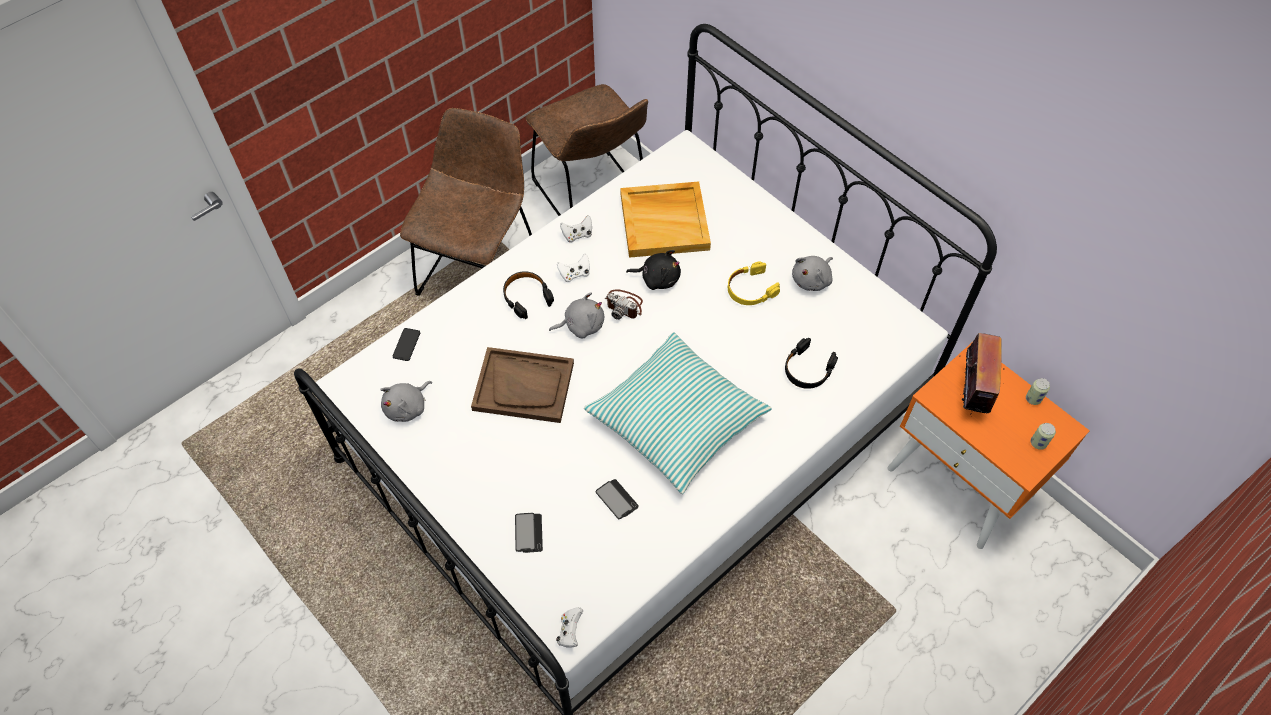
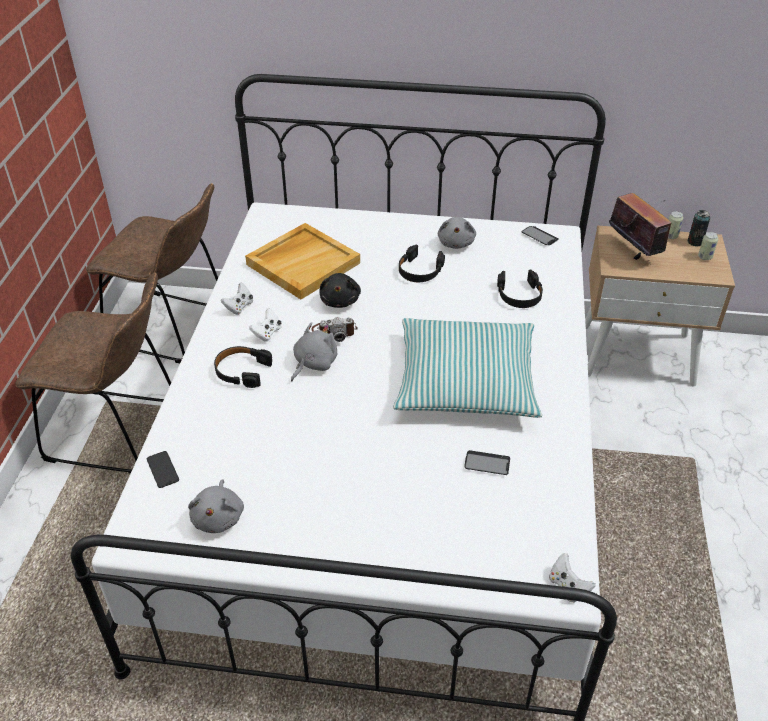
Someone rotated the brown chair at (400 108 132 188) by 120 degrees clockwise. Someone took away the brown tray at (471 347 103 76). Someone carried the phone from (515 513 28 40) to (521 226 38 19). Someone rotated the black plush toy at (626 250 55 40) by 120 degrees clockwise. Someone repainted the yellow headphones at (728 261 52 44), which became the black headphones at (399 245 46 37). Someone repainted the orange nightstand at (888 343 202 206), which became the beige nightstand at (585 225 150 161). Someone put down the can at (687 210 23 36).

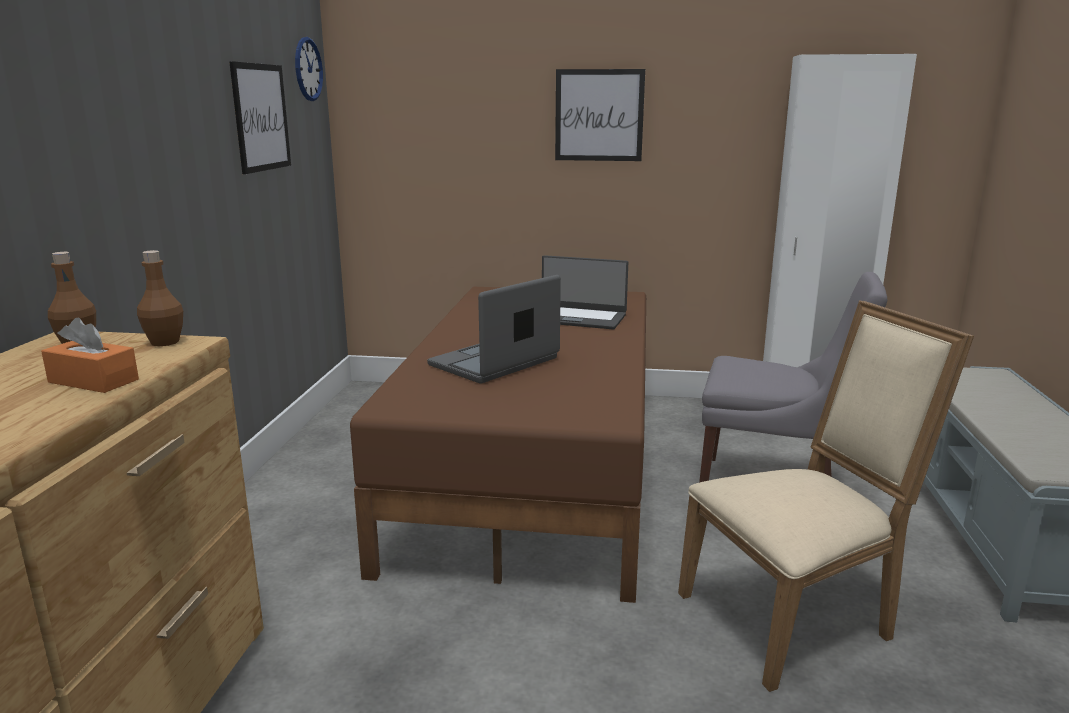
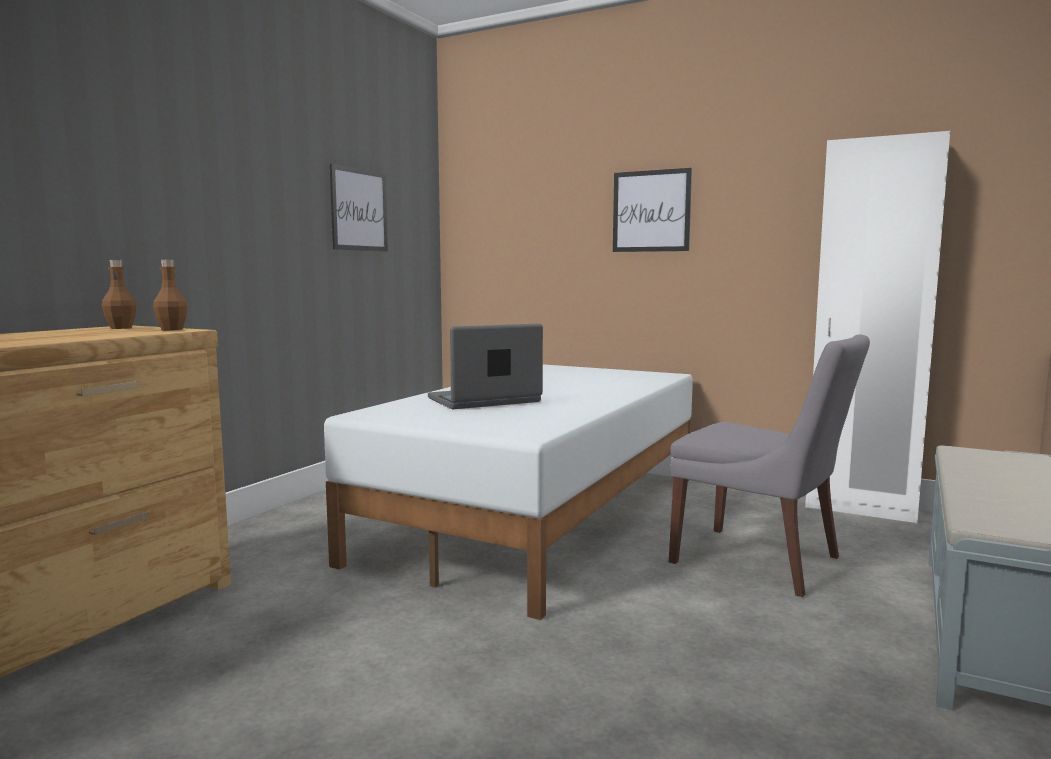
Someone took away the orange tissue box at (41 317 98 76). Someone took away the wall clock at (295 37 28 64). Someone repainted the brown bed at (350 287 296 316), which became the white bed at (324 364 369 256). Someone took away the laptop at (542 255 86 74). Someone took away the beige chair at (678 300 296 392).

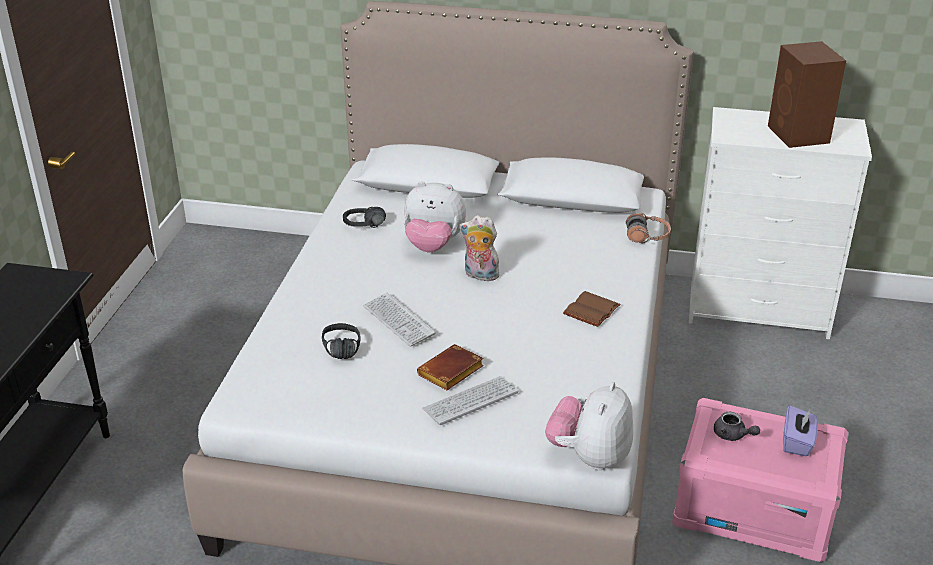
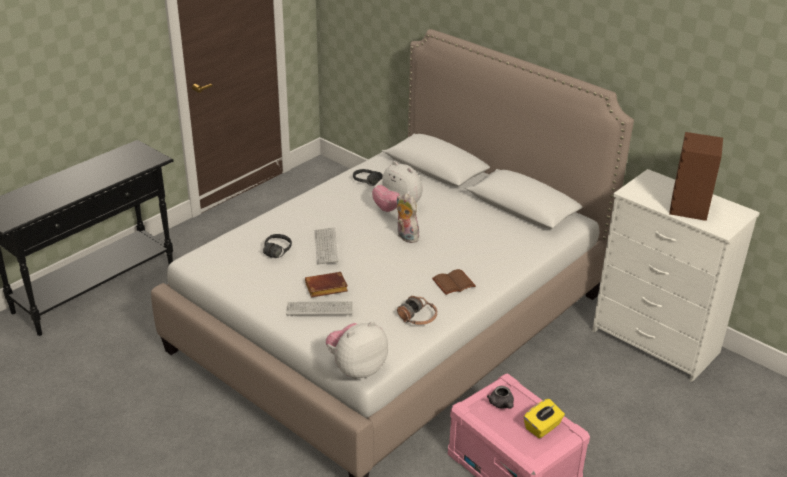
Someone carried the headphones from (626 213 45 30) to (397 296 40 29). Someone repainted the purple tissue box at (783 405 35 51), which became the yellow tissue box at (524 399 41 39).

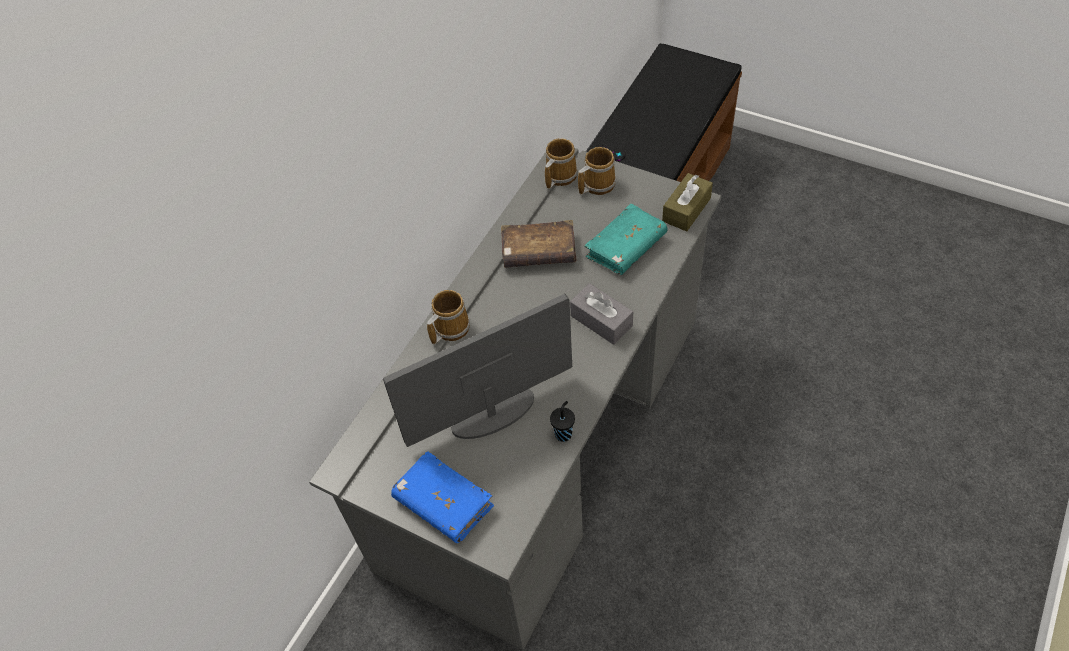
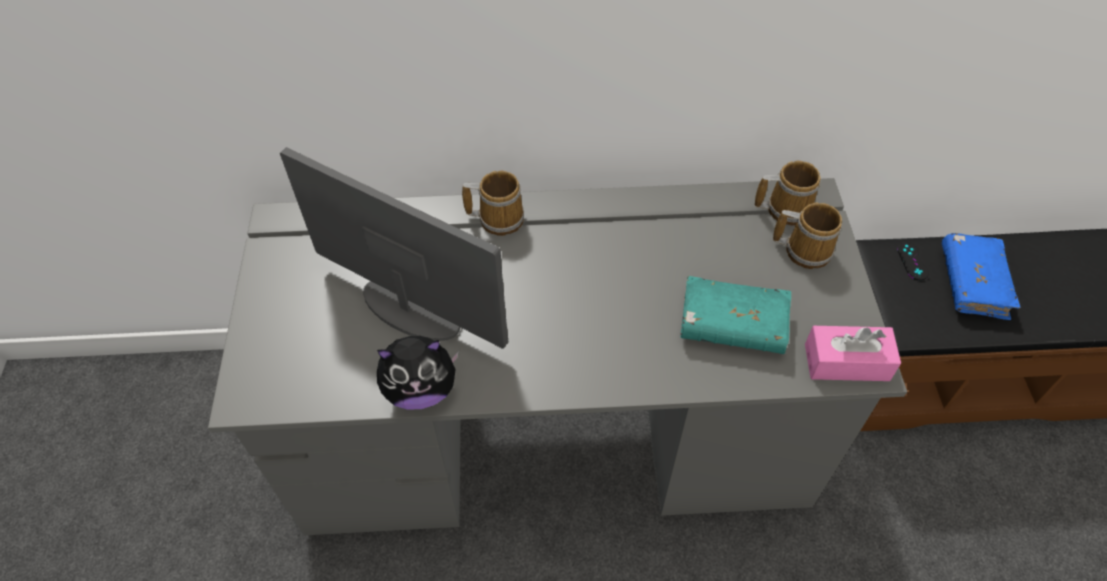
Someone carried the blue book from (391 451 103 92) to (942 233 79 87). Someone took away the brown book at (501 220 75 48). Someone swapped the black cup at (550 401 25 41) for the plush toy at (377 336 82 74). Someone took away the grey tissue box at (570 283 63 62). Someone repainted the brown tissue box at (662 173 51 59), which became the pink tissue box at (805 326 96 55).

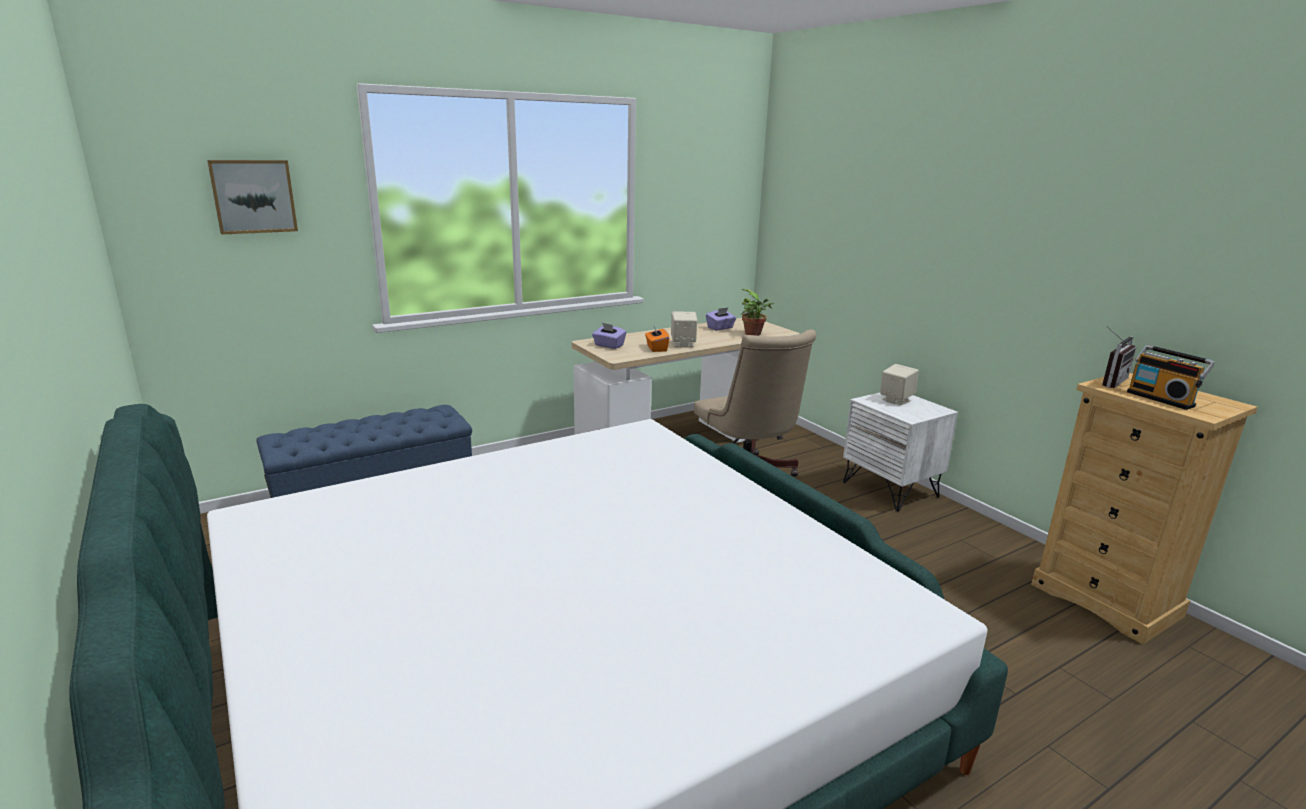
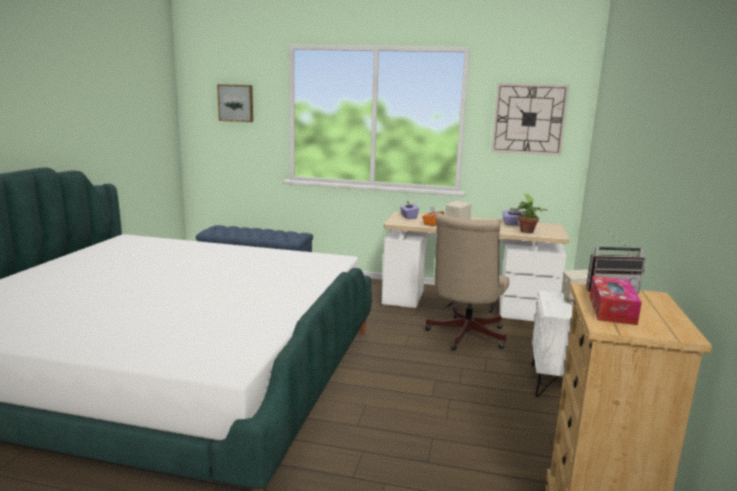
Someone swapped the radio at (1127 345 88 65) for the tissue box at (589 276 53 49). Someone put up the wall clock at (491 83 78 73).

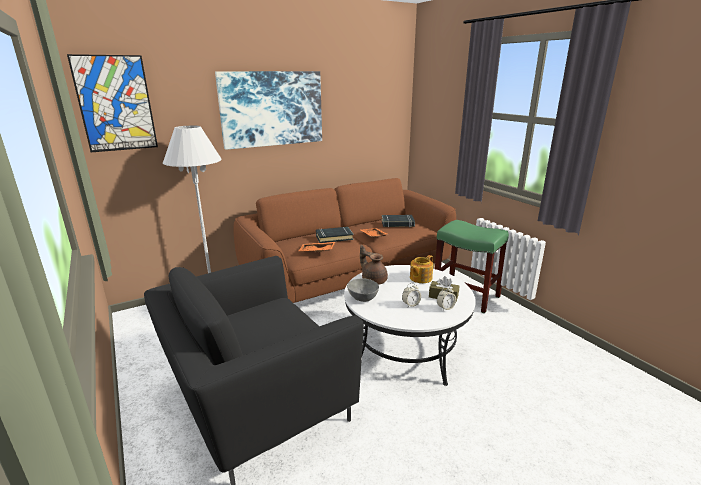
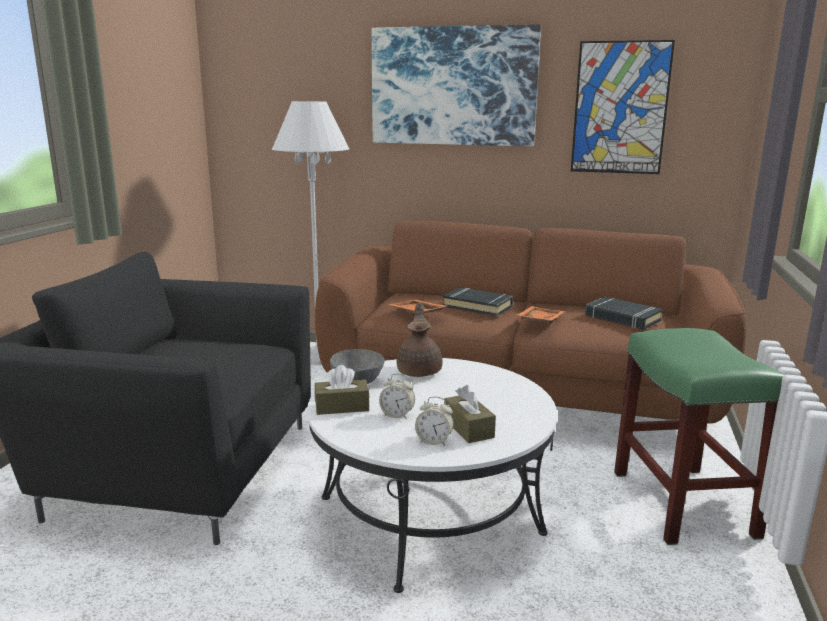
Someone carried the picture from (67 54 91 98) to (571 40 104 134). Someone took away the teapot at (410 255 23 28). Someone put down the brown tissue box at (315 365 55 50).

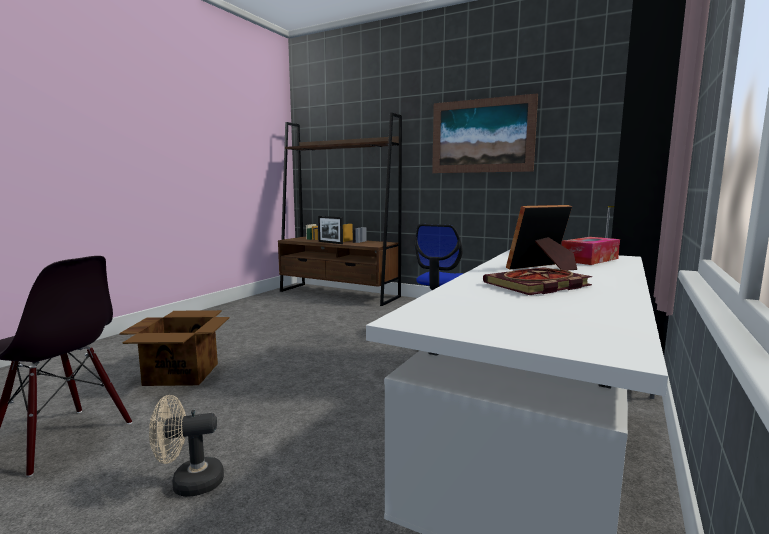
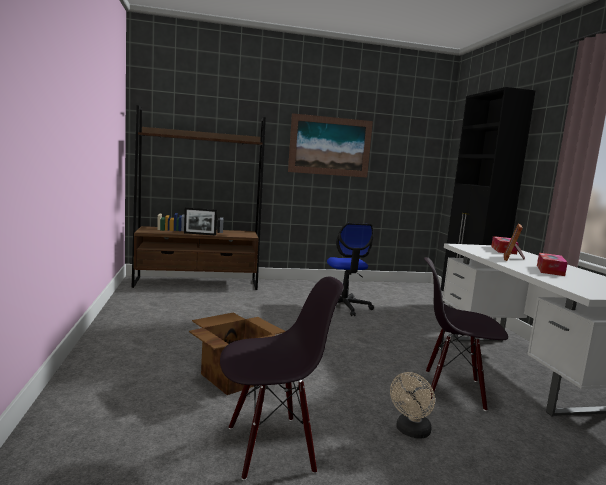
Someone swapped the book at (483 267 110 28) for the tissue box at (537 253 31 23). Someone put down the black chair at (424 257 84 154).

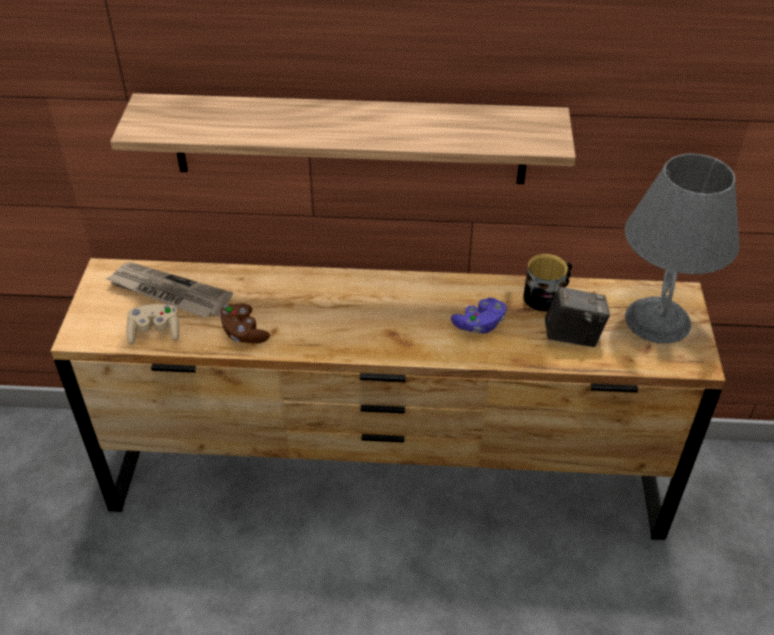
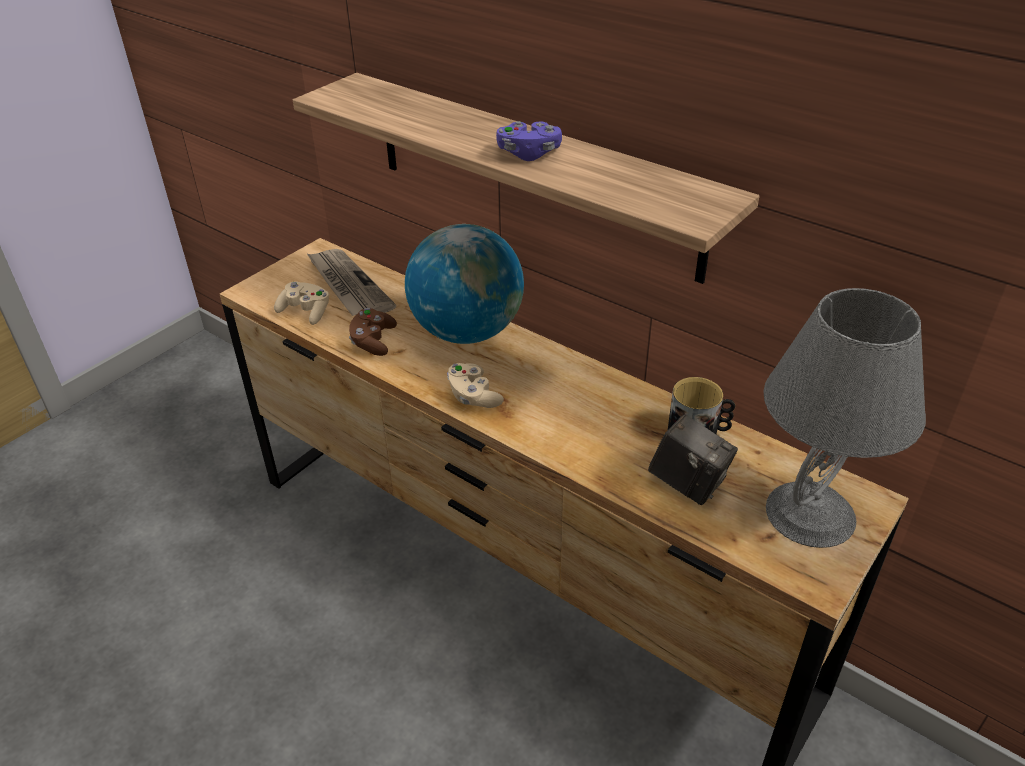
Someone carried the purple game controller from (451 298 56 35) to (496 121 66 40). Someone put down the globe at (405 224 119 120). Someone put down the beige game controller at (447 363 57 45).

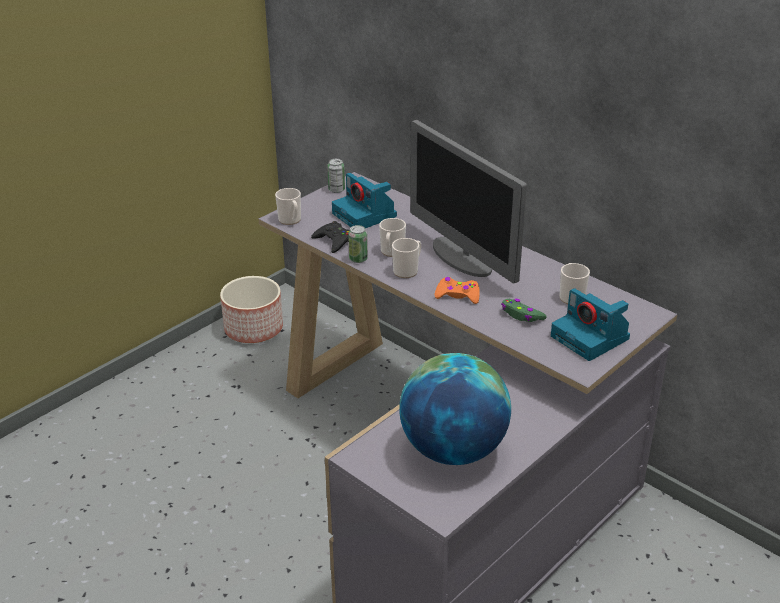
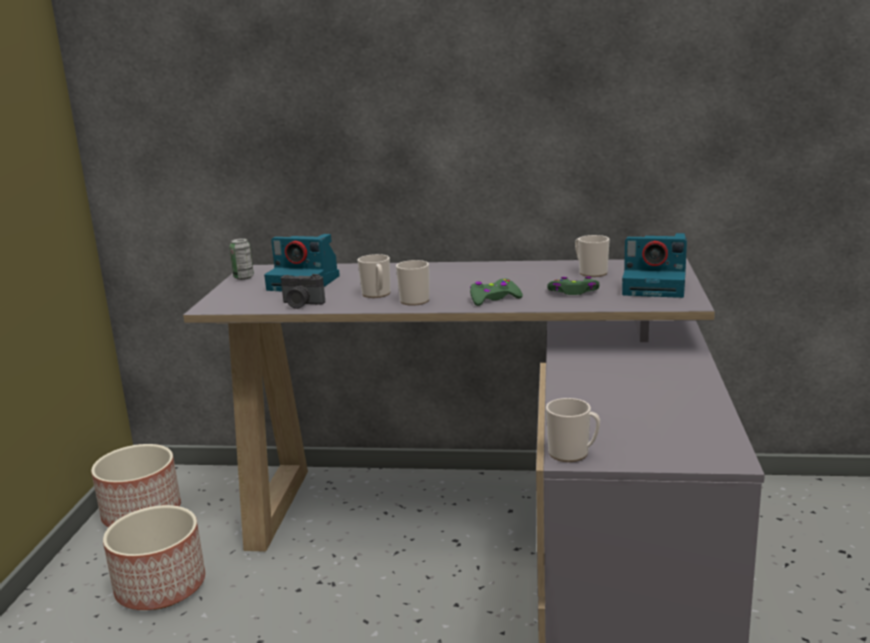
Someone carried the mug from (275 188 26 37) to (546 398 54 64). Someone swapped the black game controller at (311 221 39 32) for the photo camera at (281 274 44 35). Someone took away the can at (348 225 20 38). Someone took away the globe at (399 353 112 112). Someone took away the monitor at (410 120 117 164). Someone repainted the orange game controller at (435 277 45 27), which became the green game controller at (470 279 53 27). Someone put down the planter at (103 505 102 105).

